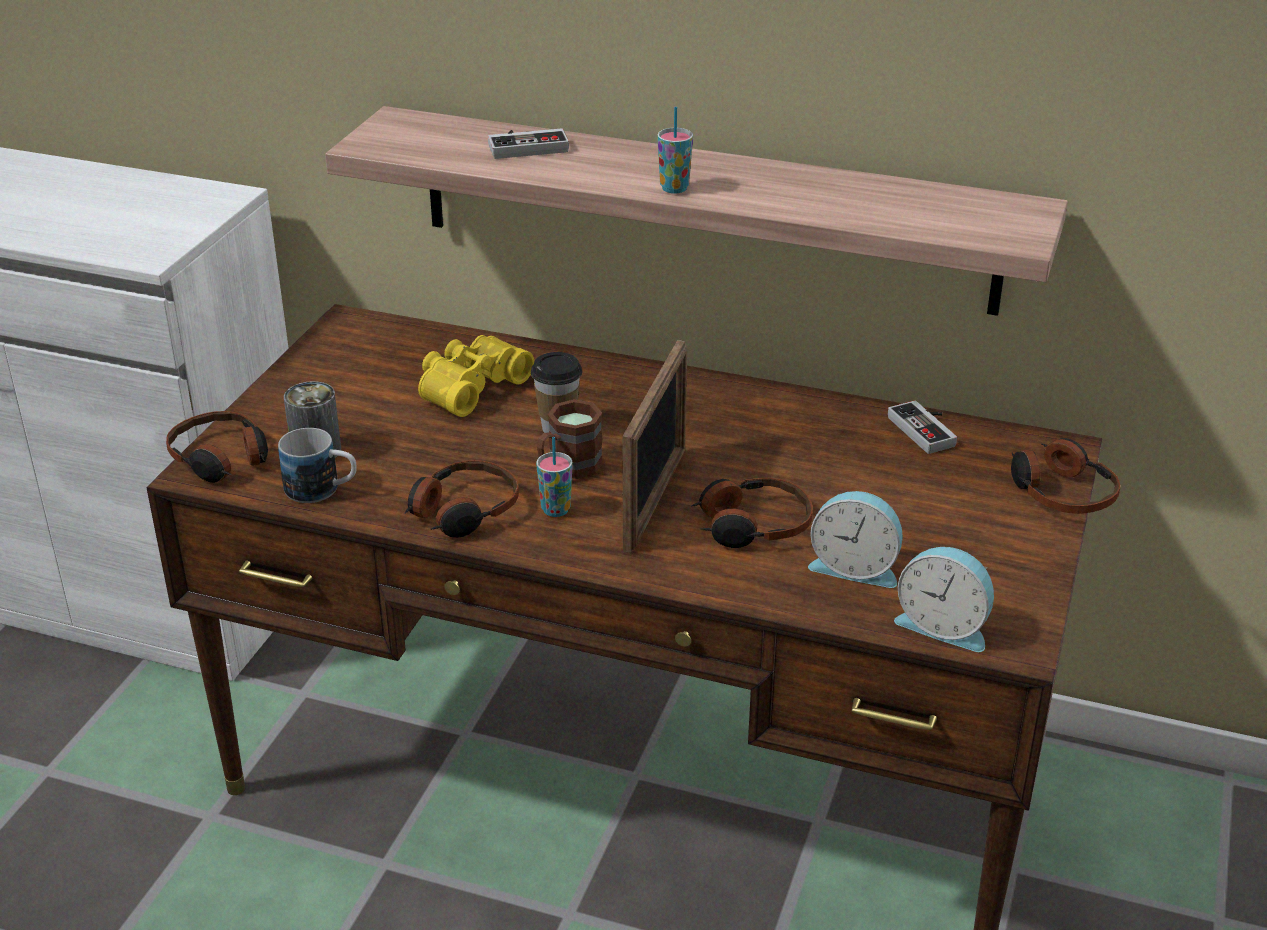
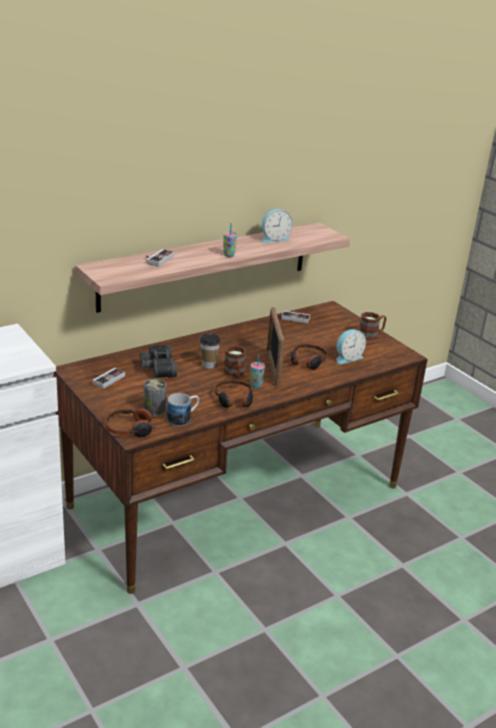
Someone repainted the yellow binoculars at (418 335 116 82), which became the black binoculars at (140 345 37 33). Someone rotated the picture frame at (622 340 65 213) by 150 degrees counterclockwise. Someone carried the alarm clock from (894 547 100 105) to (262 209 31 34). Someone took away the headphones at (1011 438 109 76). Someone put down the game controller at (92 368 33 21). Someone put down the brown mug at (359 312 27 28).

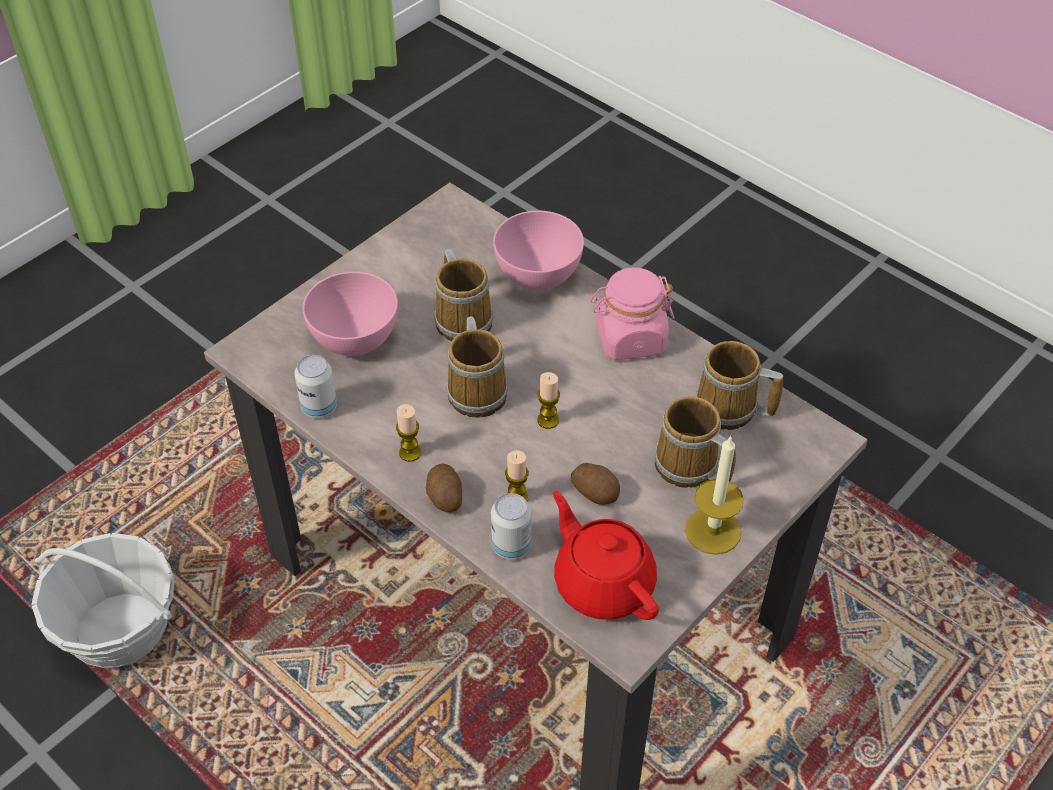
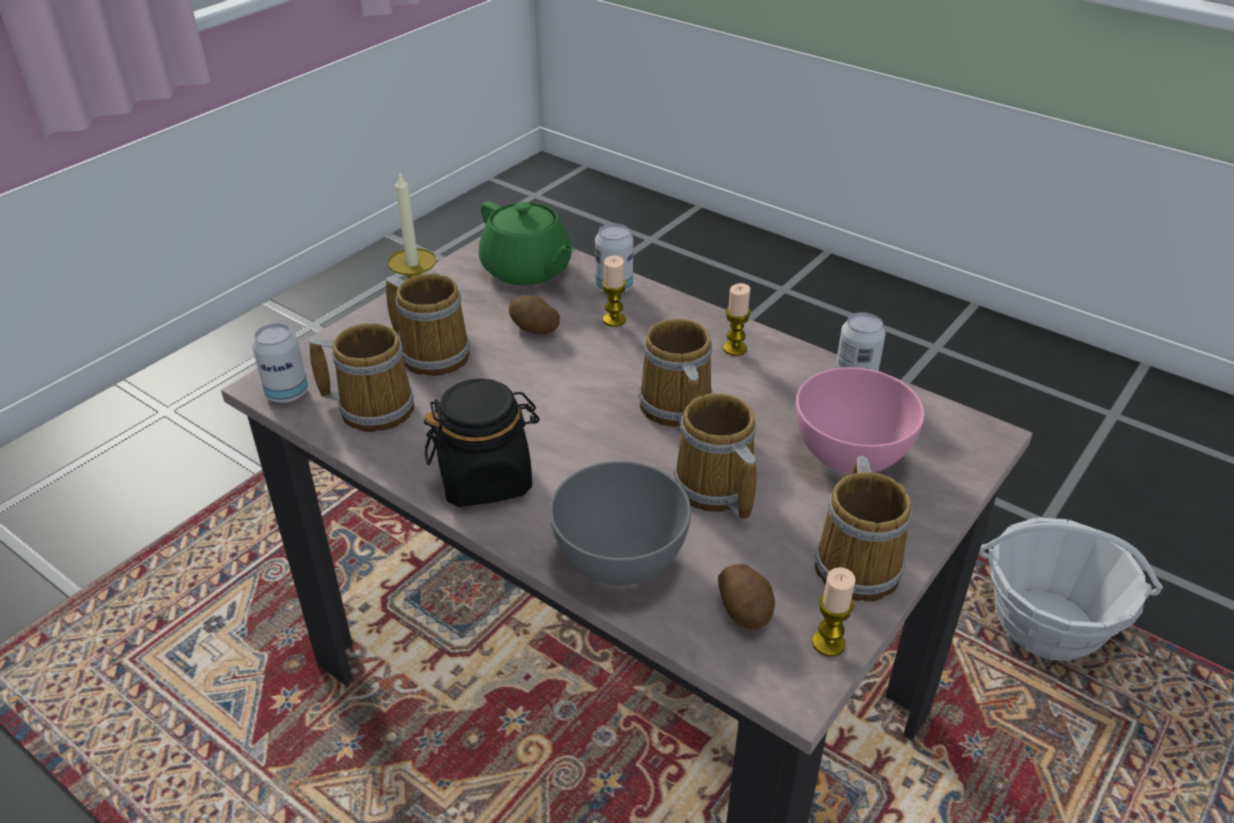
Someone carried the potato from (426 463 36 49) to (718 564 57 65). Someone repainted the pink bowl at (493 211 91 79), which became the grey bowl at (550 461 141 124). Someone carried the candle from (537 372 23 57) to (812 567 44 90). Someone repainted the red teapot at (553 491 106 129), which became the green teapot at (479 201 97 85). Someone repainted the pink jar at (590 267 84 93), which became the black jar at (424 378 116 129). Someone put down the can at (252 323 56 80). Someone put down the mug at (814 456 98 145).

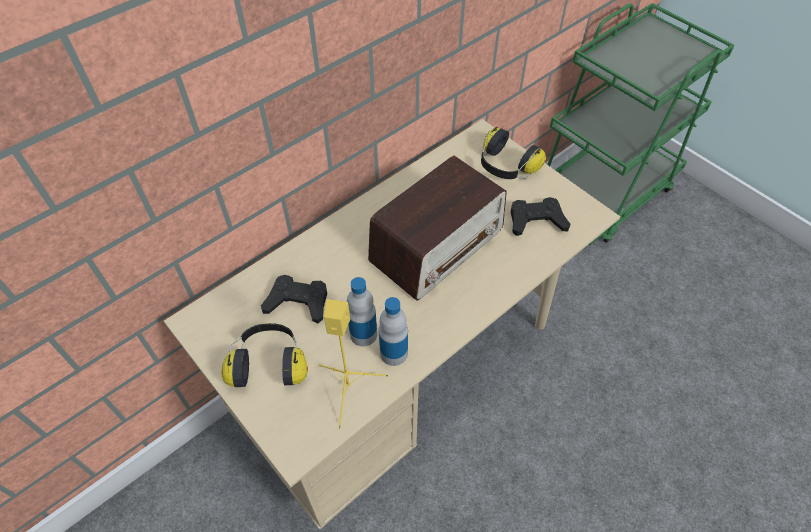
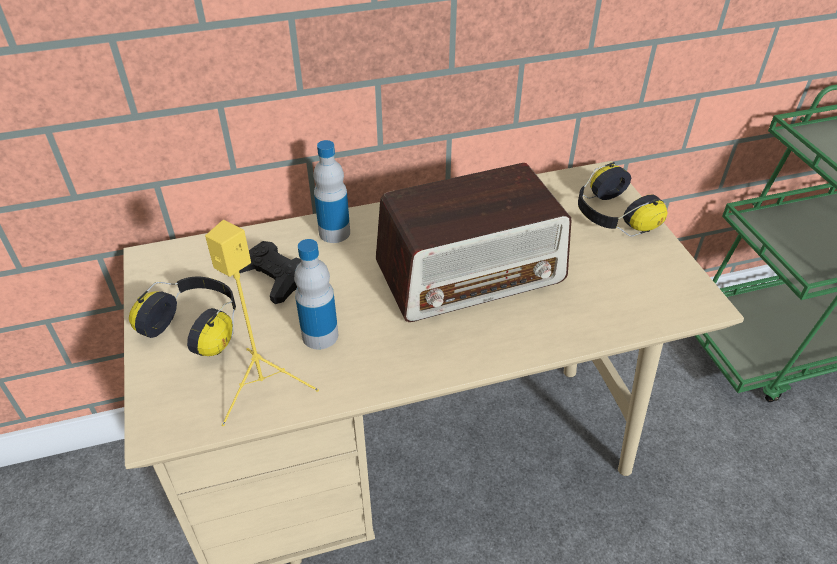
Someone carried the bottle from (379 297 29 69) to (314 140 36 103). Someone took away the black game controller at (511 197 60 39).

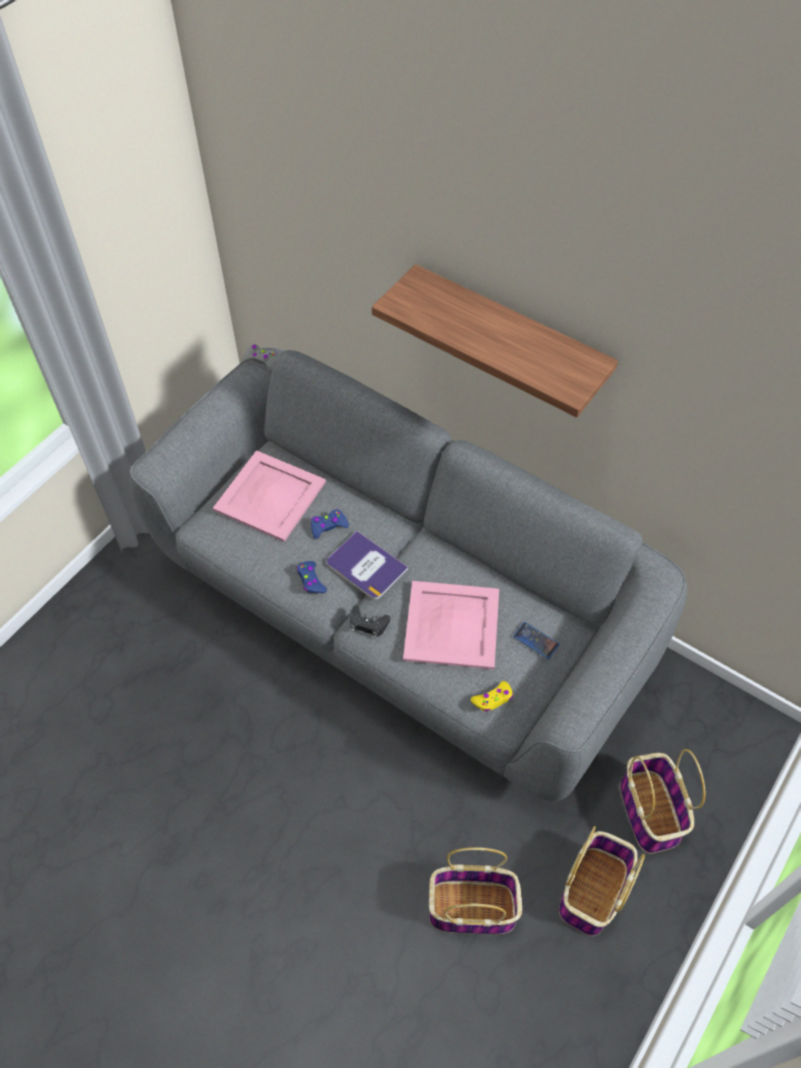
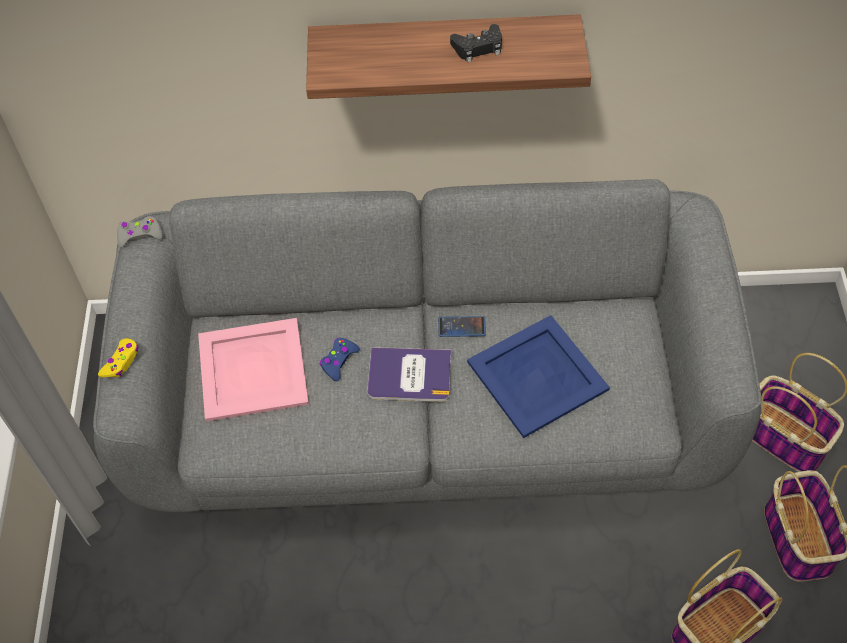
Someone took away the blue game controller at (297 561 30 32). Someone carried the black game controller from (350 605 40 34) to (450 24 52 38). Someone repainted the pink tray at (403 581 96 88), which became the blue tray at (467 315 143 123). Someone carried the yellow game controller from (471 681 42 31) to (98 338 41 40). Someone carried the phone from (513 622 47 37) to (438 316 48 21).

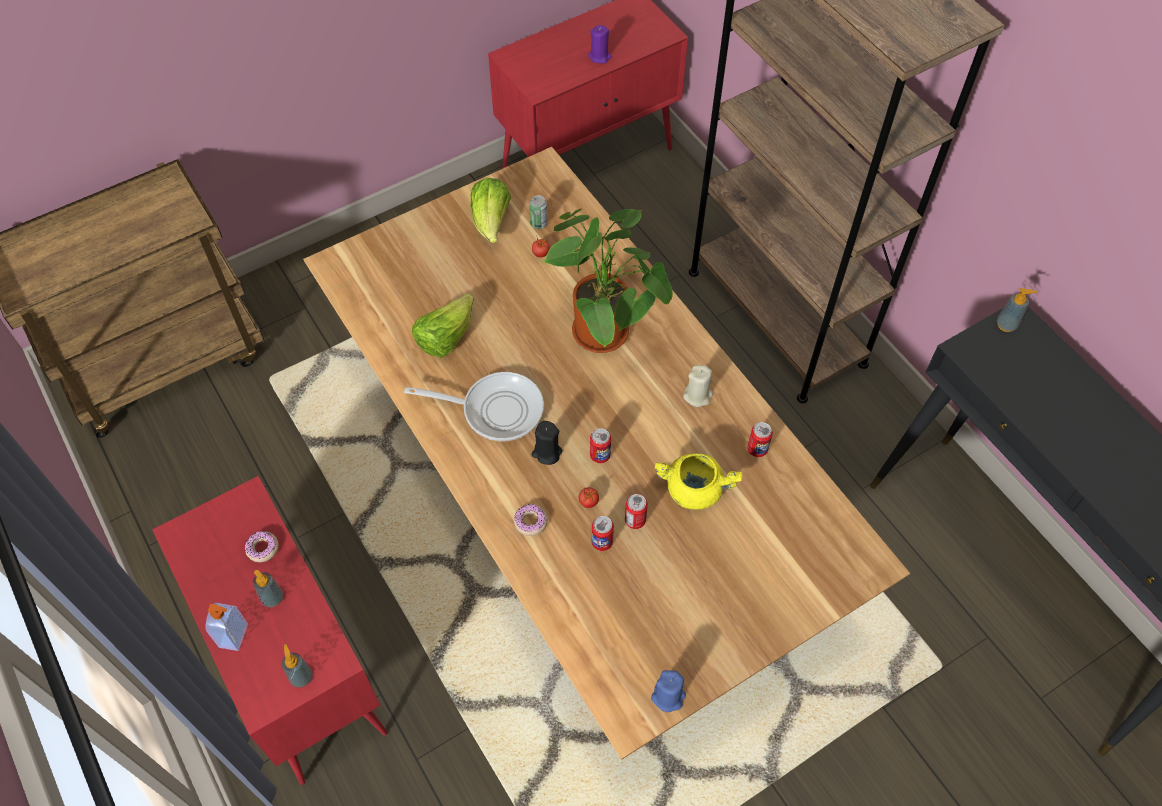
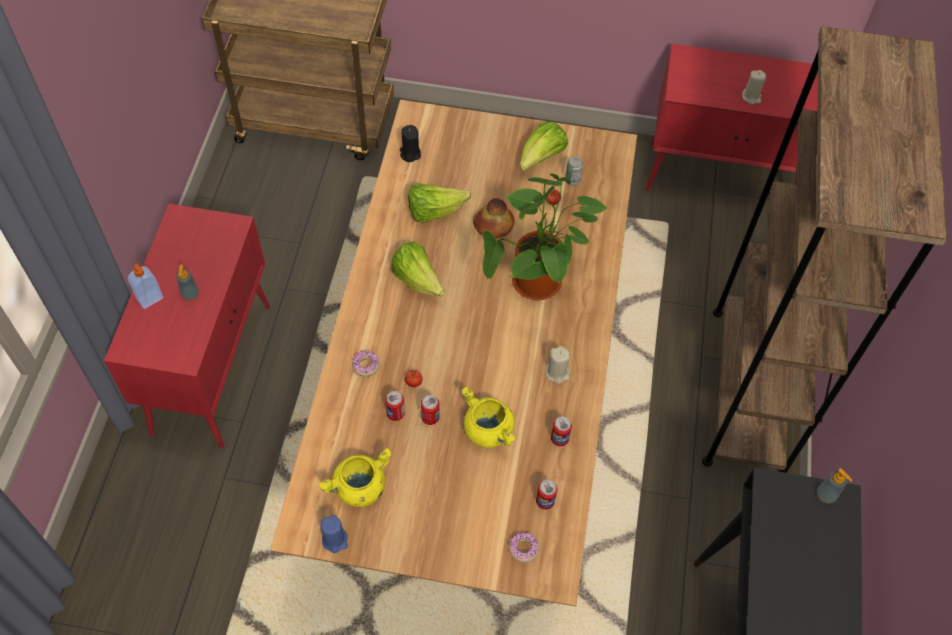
Someone carried the donut from (245 531 34 31) to (509 532 31 31). Someone took away the soap dispenser at (282 644 31 44). Someone swapped the frying pan at (404 372 140 70) for the lettuce at (391 241 54 55). Someone carried the black candle from (531 421 32 44) to (400 125 21 37). Someone repainted the purple candle at (588 25 24 38), which became the beige candle at (742 70 24 34). Someone carried the can from (590 428 21 35) to (536 480 21 30). Someone put down the yellow cooking pot at (318 448 74 59). Someone put down the bread at (473 198 41 40).

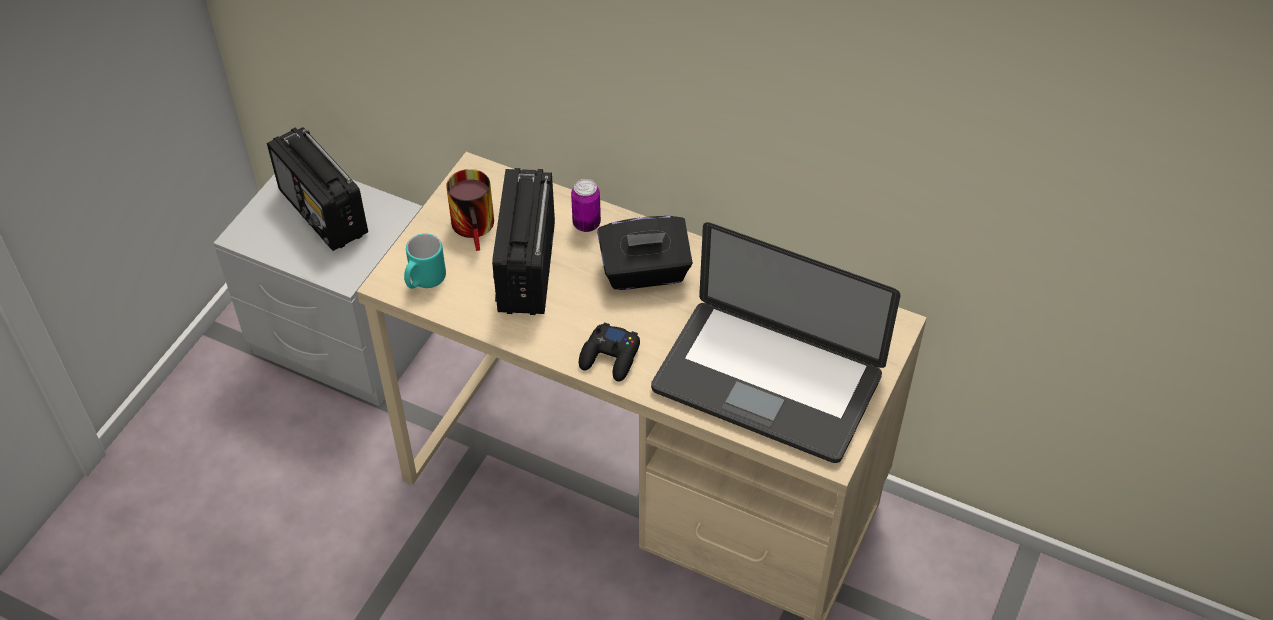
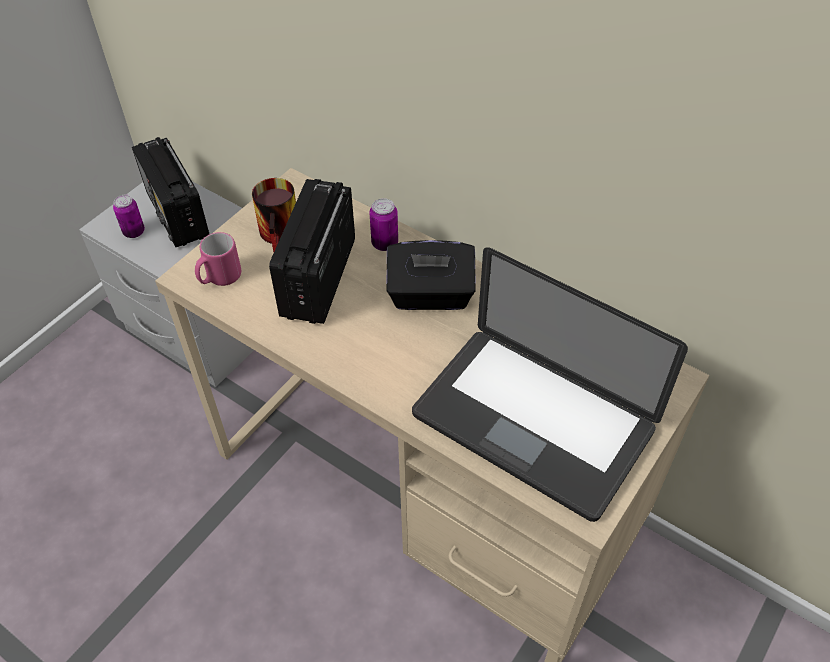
Someone repainted the turquoise mug at (404 233 42 56), which became the pink mug at (195 232 46 54). Someone took away the black game controller at (579 322 61 60). Someone put down the can at (113 195 32 43).

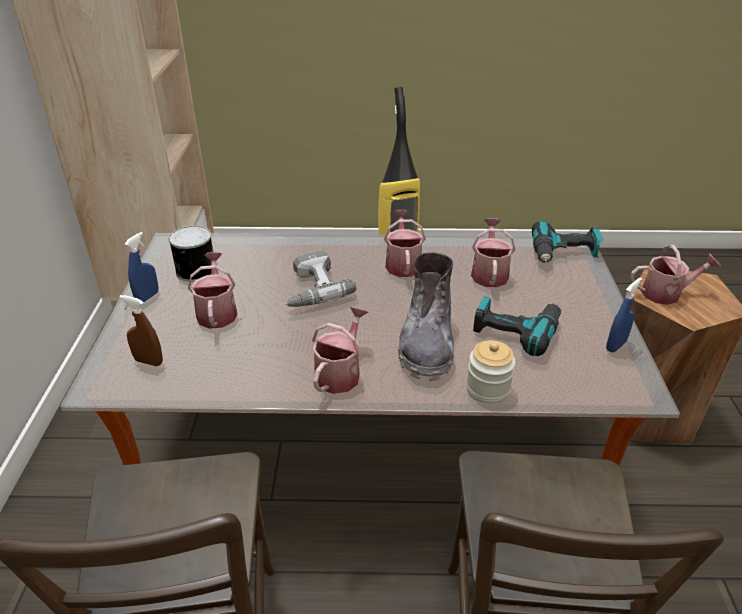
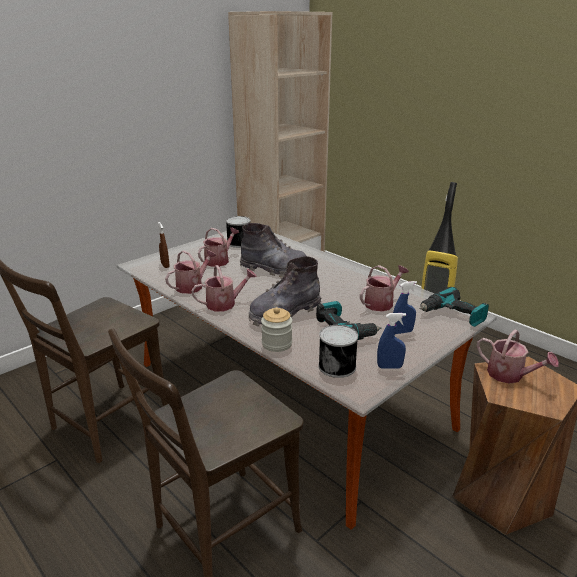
Someone carried the blue spray bottle from (125 232 33 70) to (393 281 24 53). Someone swapped the power drill at (285 250 71 57) for the grey boot at (240 223 66 54). Someone carried the watering can from (384 210 42 67) to (165 250 52 44). Someone put down the can at (319 325 39 53).

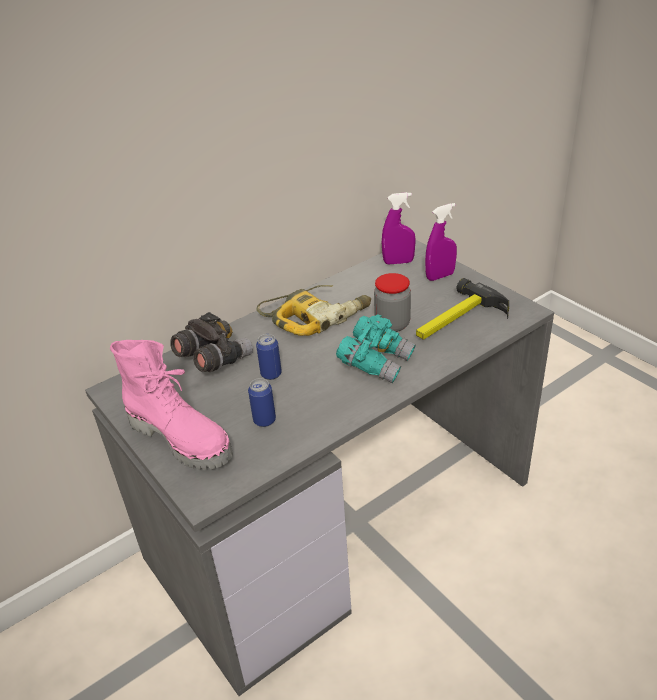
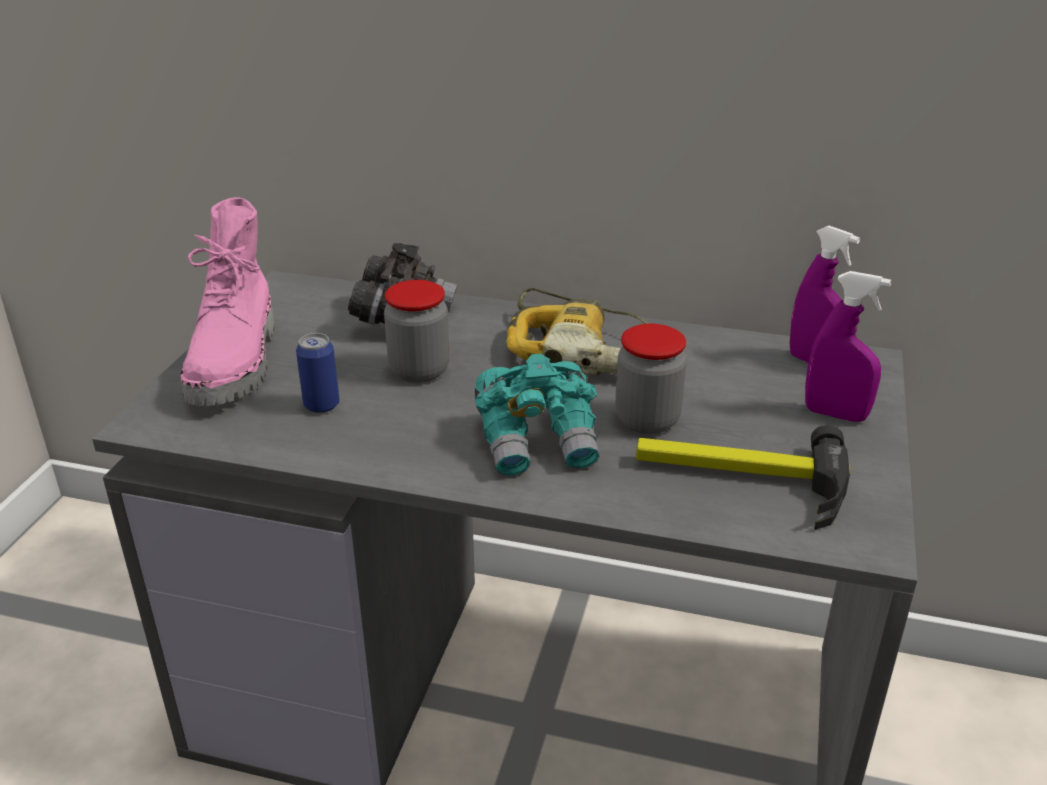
Someone swapped the can at (256 334 26 46) for the jar at (384 280 66 103).

